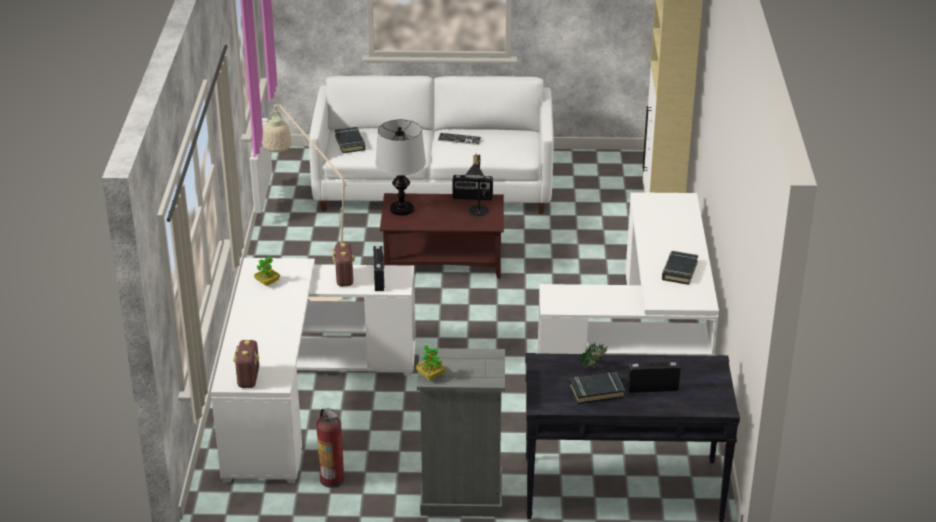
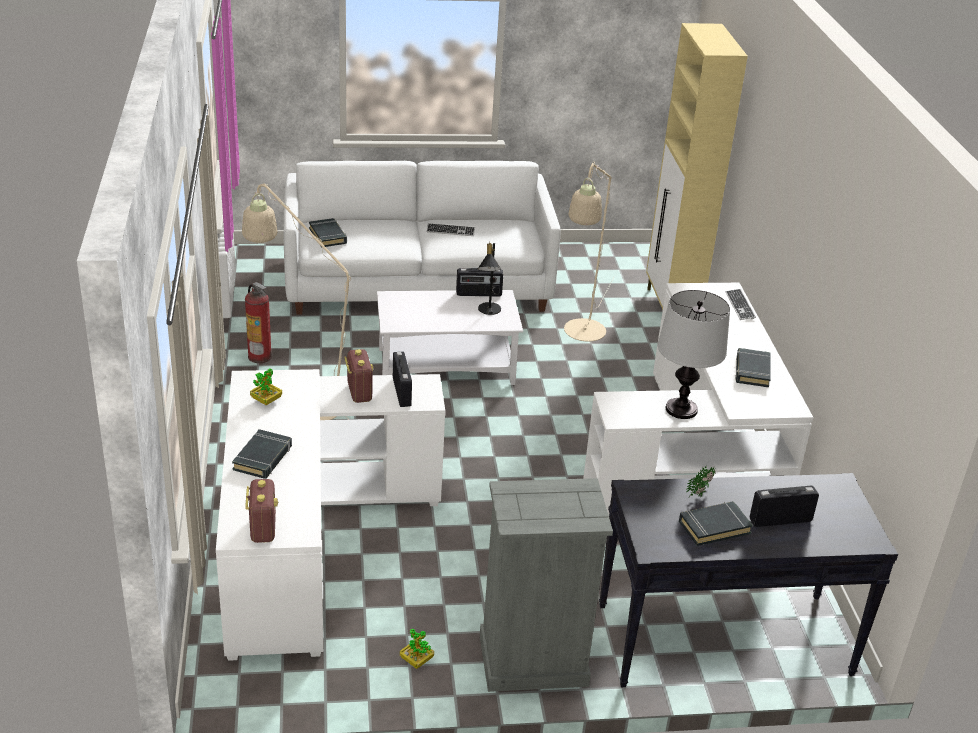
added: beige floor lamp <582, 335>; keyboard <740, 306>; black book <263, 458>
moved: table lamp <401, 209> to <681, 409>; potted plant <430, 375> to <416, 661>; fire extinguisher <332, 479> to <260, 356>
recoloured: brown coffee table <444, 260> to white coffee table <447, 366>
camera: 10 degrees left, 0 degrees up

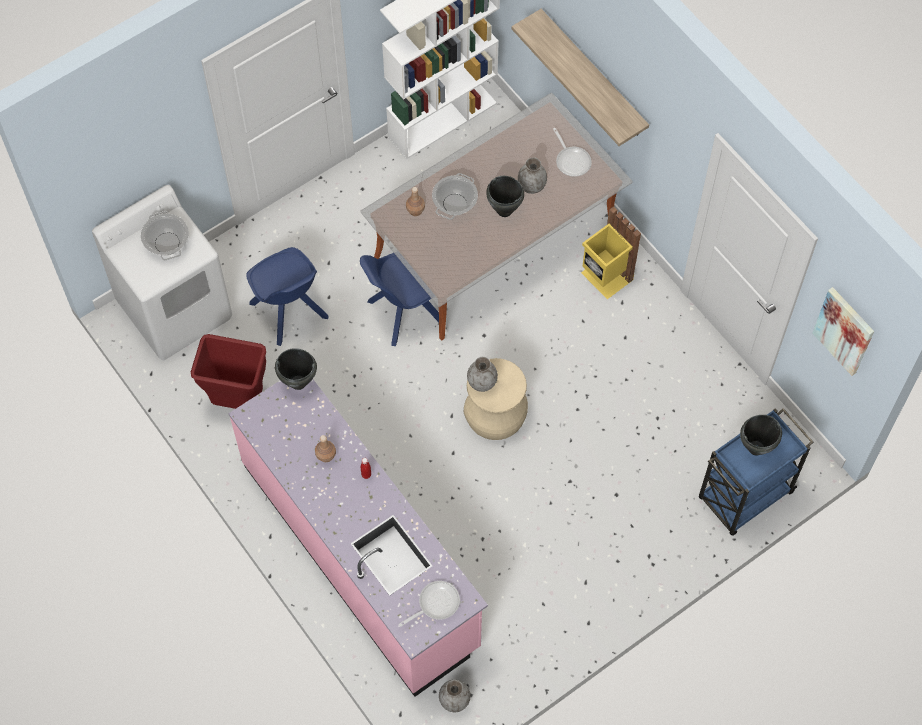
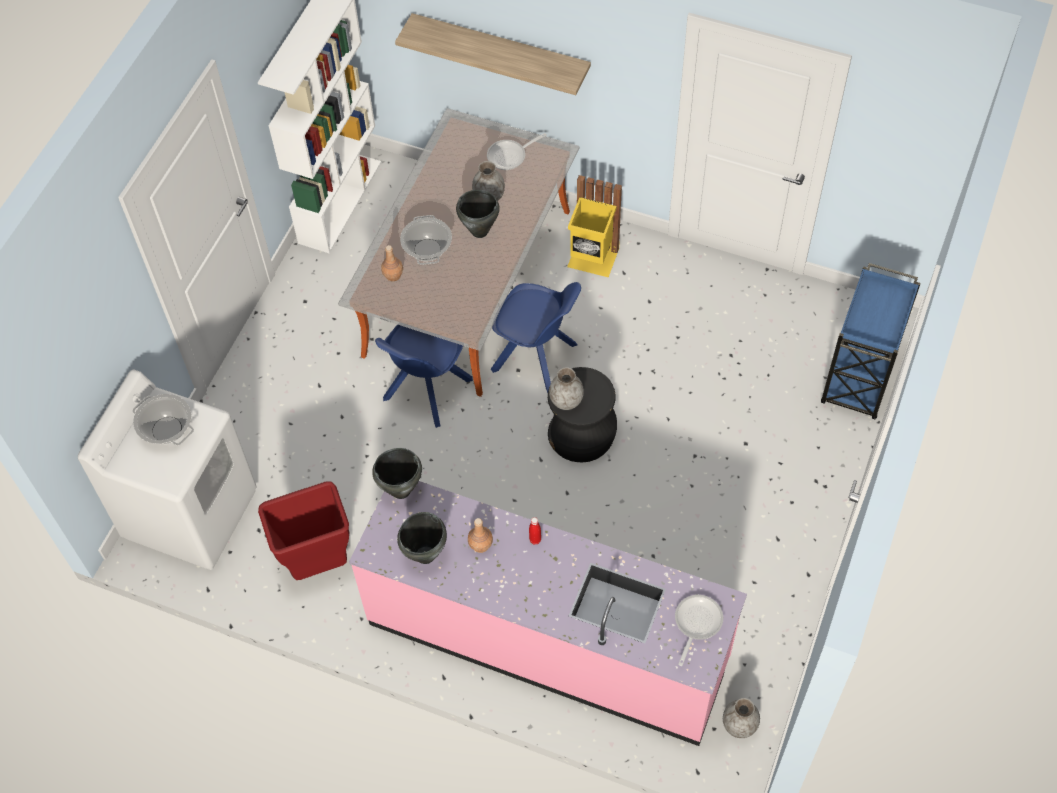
removed: picture <844, 330>
moved: blue chair <290, 312> to <536, 358>; black cooking pot <756, 448> to <426, 555>
recoloured: beige stool <495, 415> to black stool <582, 435>
turned: frying pan <572, 160> = <510, 156> 120 degrees clockwise
camera: 30 degrees left, 5 degrees down

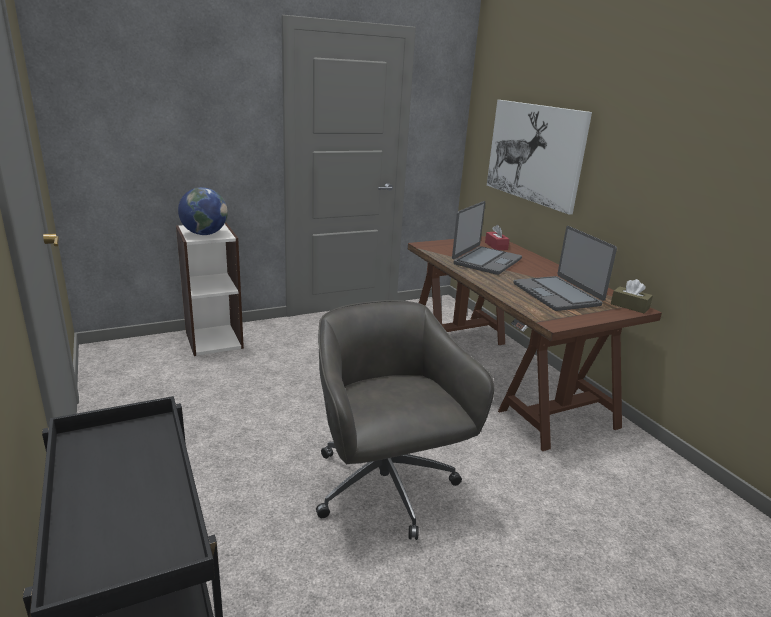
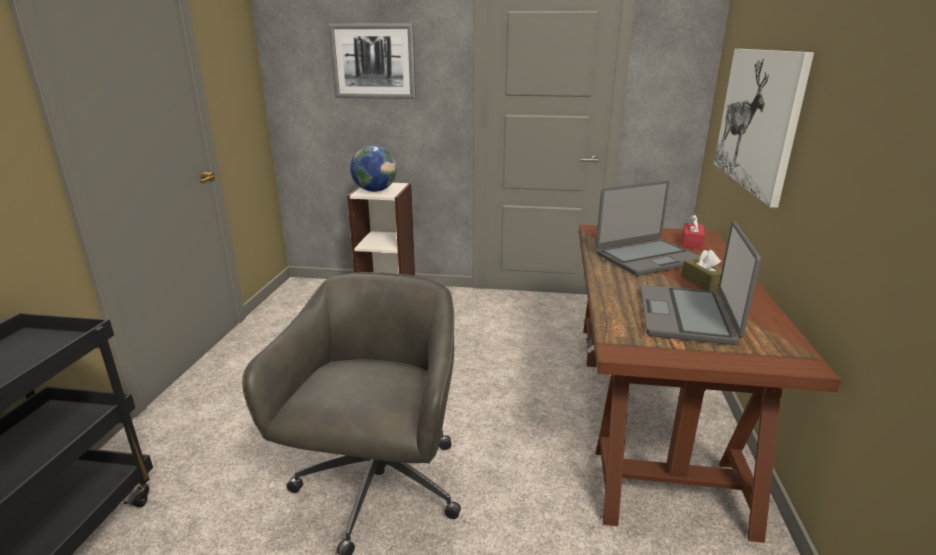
added: picture <373, 61>
moved: brown tissue box <629, 306> to <703, 282>
camera: 35 degrees right, 0 degrees up

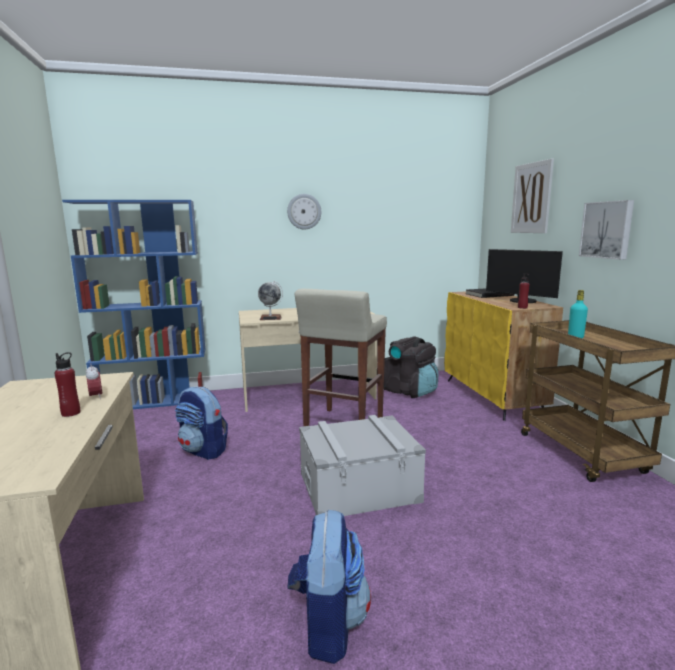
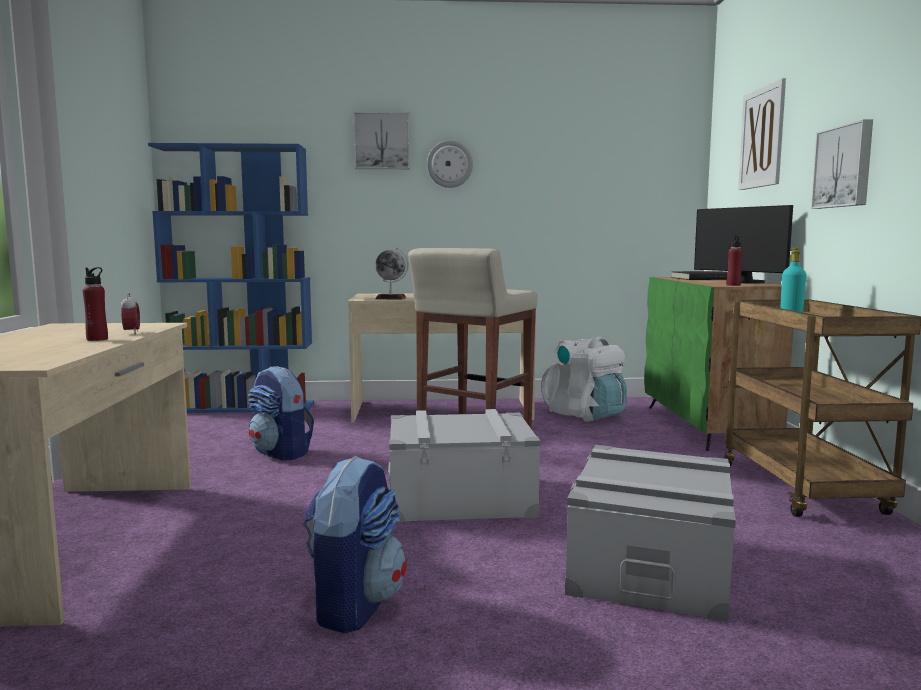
added: picture <382, 141>; grey storage box <651, 565>
recoloured: yellow cabinet <493, 396> to green cabinet <707, 426>; black backpack <409, 391> to white backpack <586, 415>
camera: 10 degrees right, 5 degrees down

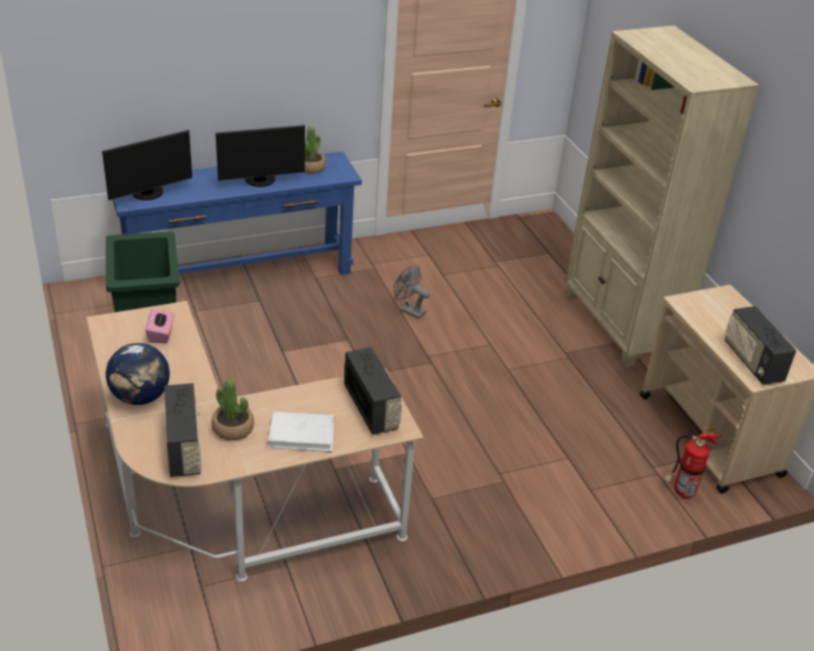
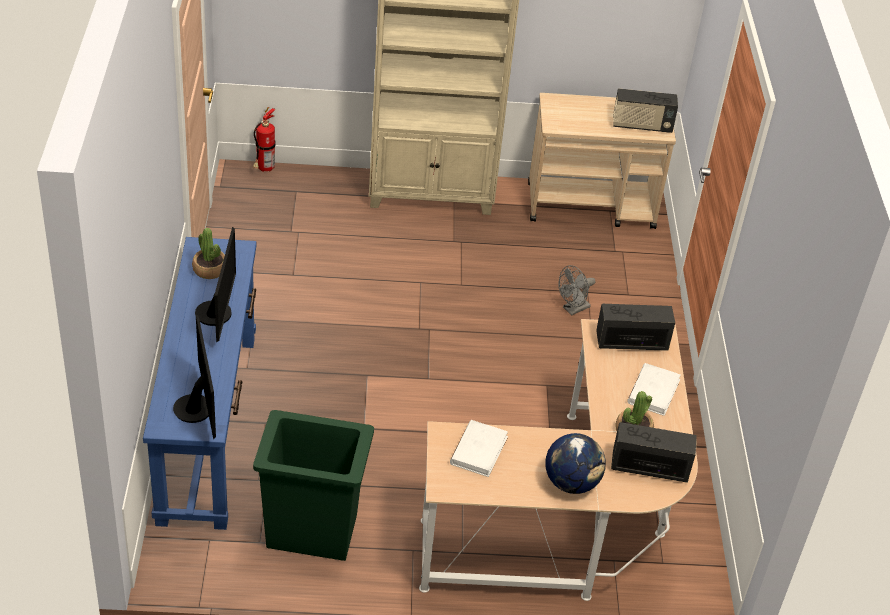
moved: grey fan <409, 310> to <573, 309>; fire extinguisher <681, 492> to <264, 169>
replaced: pink tissue box <161, 334> to white book <479, 450>
camera: 70 degrees left, 5 degrees up

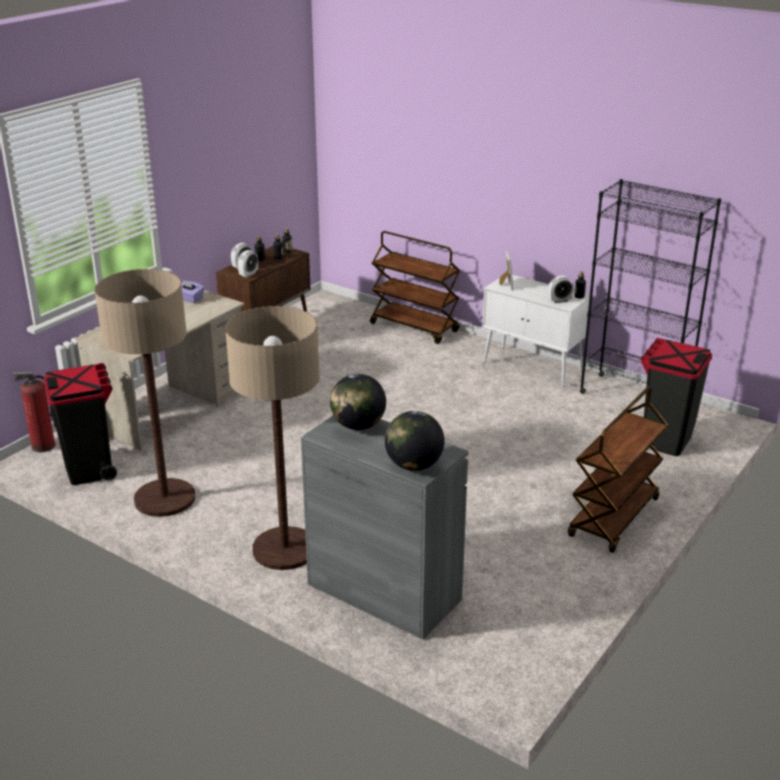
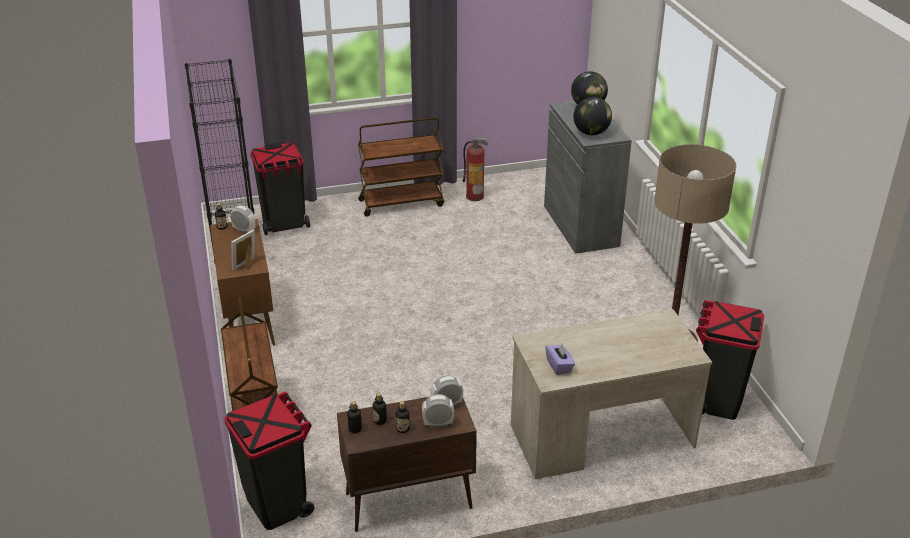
removed: floor lamp <284, 549>
added: black trash can <277, 503>
moved: fire extinguisher <43, 446> to <475, 196>
recoloured: white cabinet <533, 367> to brown cabinet <248, 319>
camera: 140 degrees left, 5 degrees up

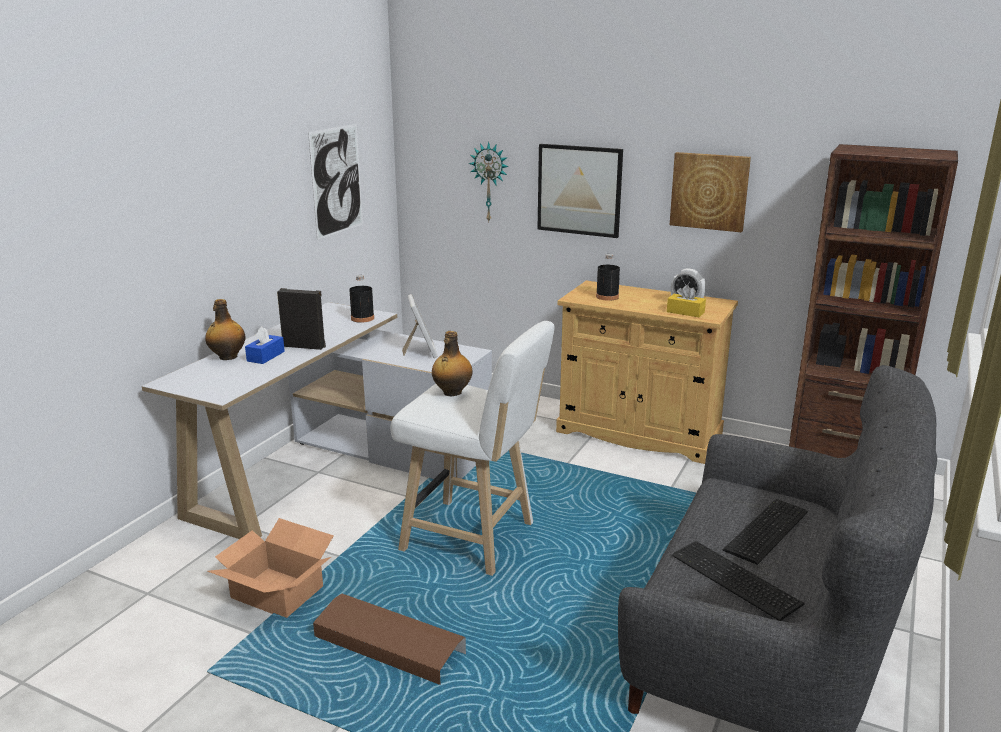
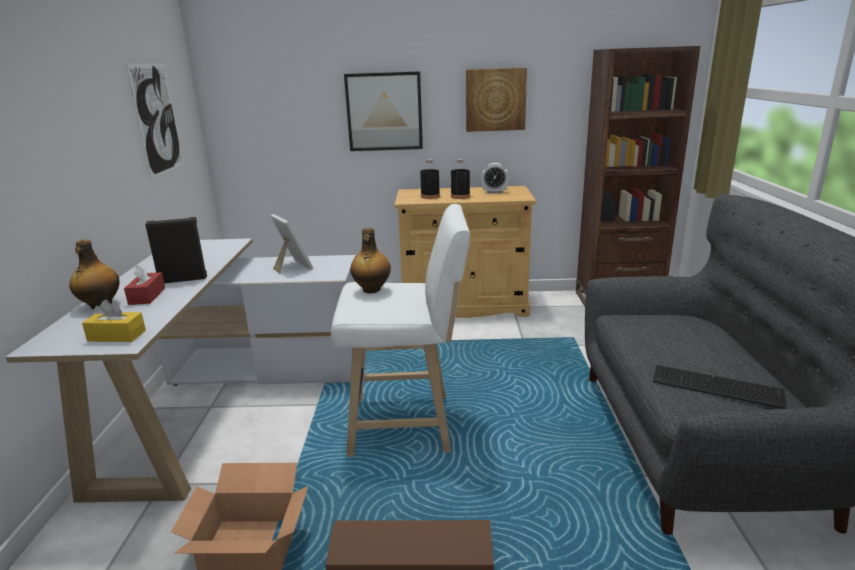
removed: wall clock <490, 182>; keyboard <763, 530>
moved: black bottle <362, 318> to <460, 196>; yellow tissue box <685, 312> to <117, 336>
recoloured: blue tissue box <266, 356> to red tissue box <147, 296>
camera: 25 degrees left, 0 degrees up

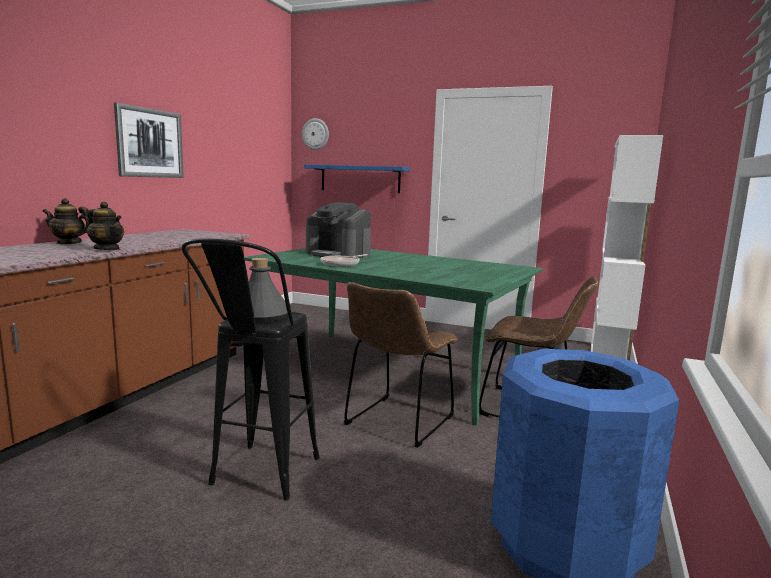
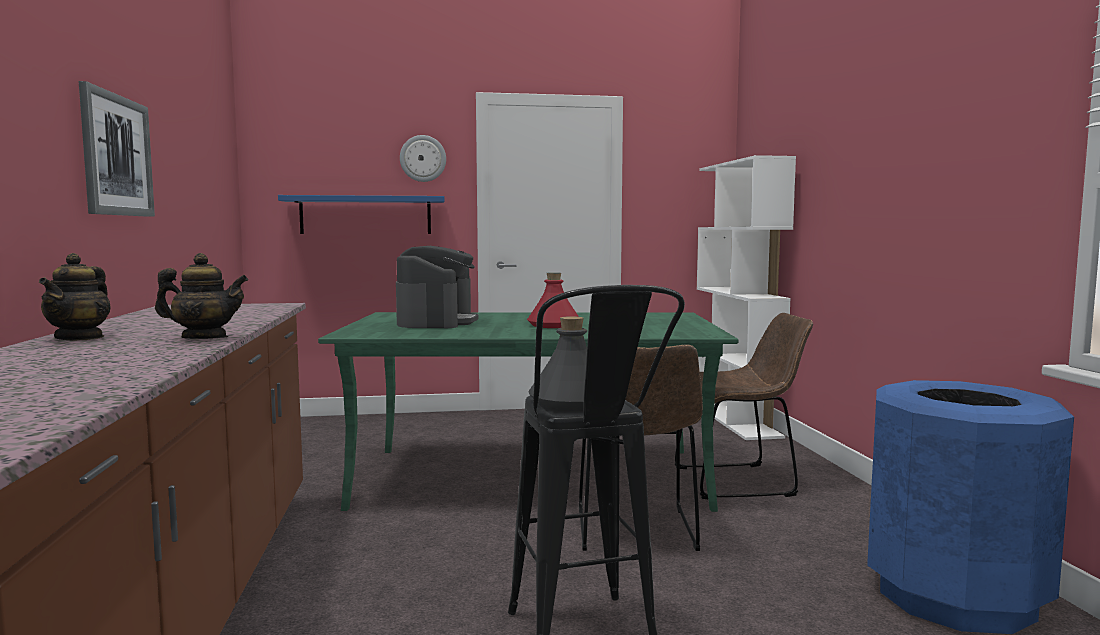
removed: frying pan <342, 264>
added: red bottle <554, 325>
moved: wall clock <315, 134> to <423, 158>
turned: teapot <69, 243> = <80, 338> 60 degrees counterclockwise; coffee machine <338, 254> = <436, 322> 90 degrees counterclockwise
camera: 30 degrees left, 5 degrees down

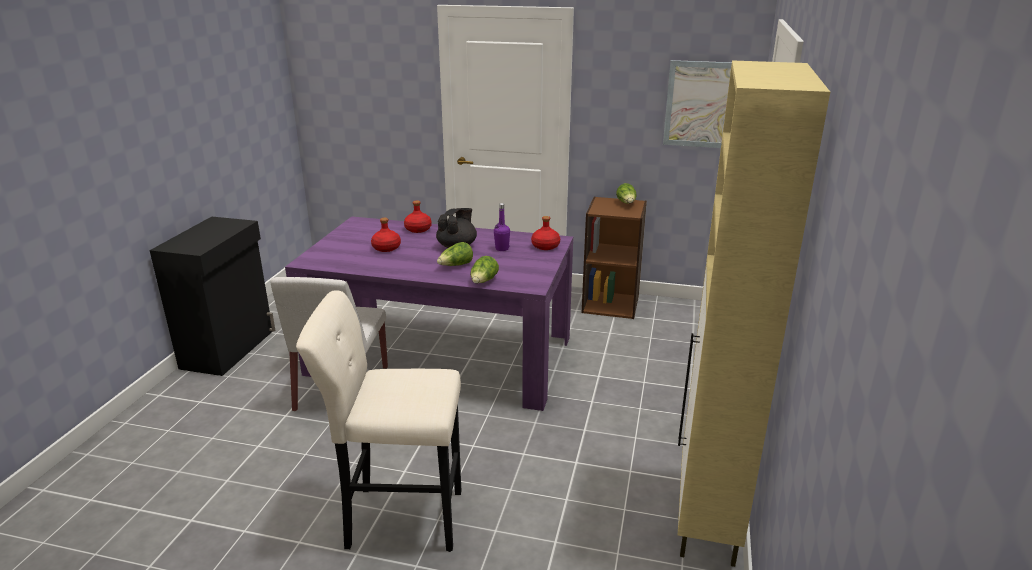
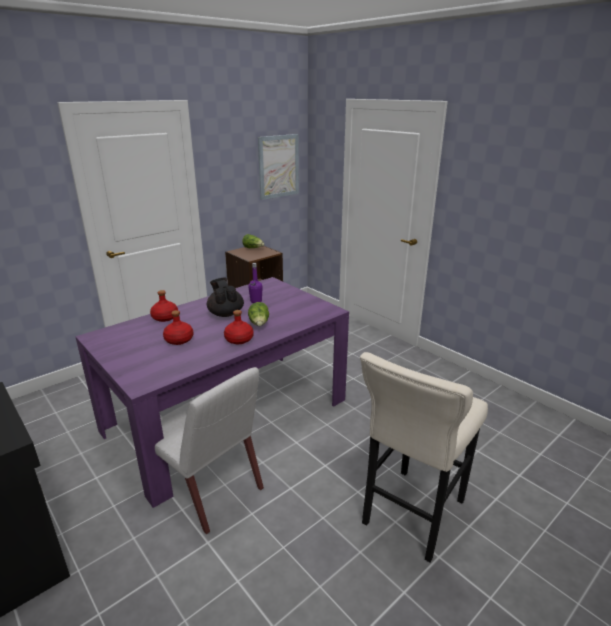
removed: beige cabinet <707, 517>; lettuce <483, 281>
moved: red bottle <545, 246> to <238, 339>
camera: 55 degrees left, 0 degrees up

